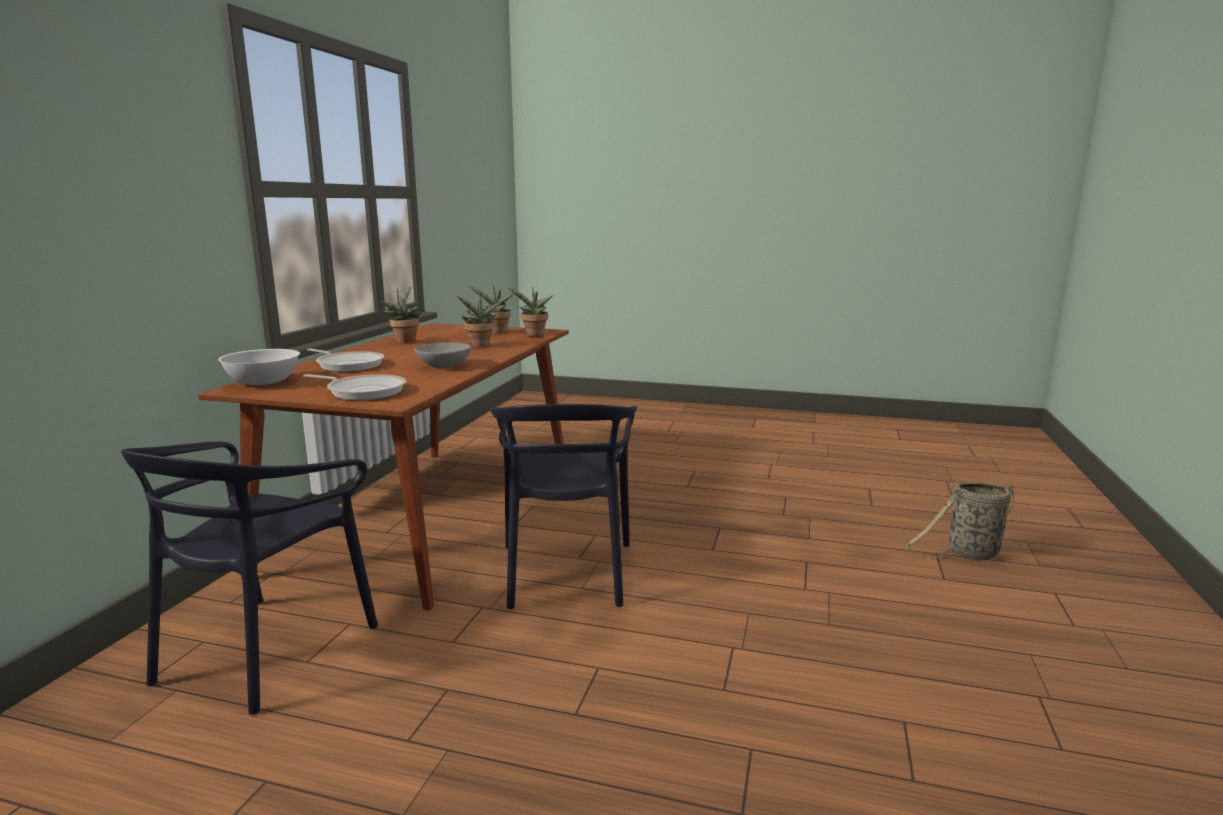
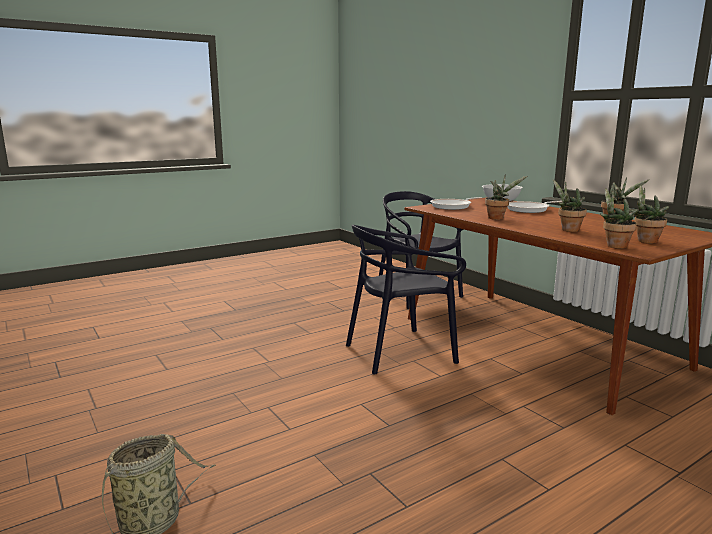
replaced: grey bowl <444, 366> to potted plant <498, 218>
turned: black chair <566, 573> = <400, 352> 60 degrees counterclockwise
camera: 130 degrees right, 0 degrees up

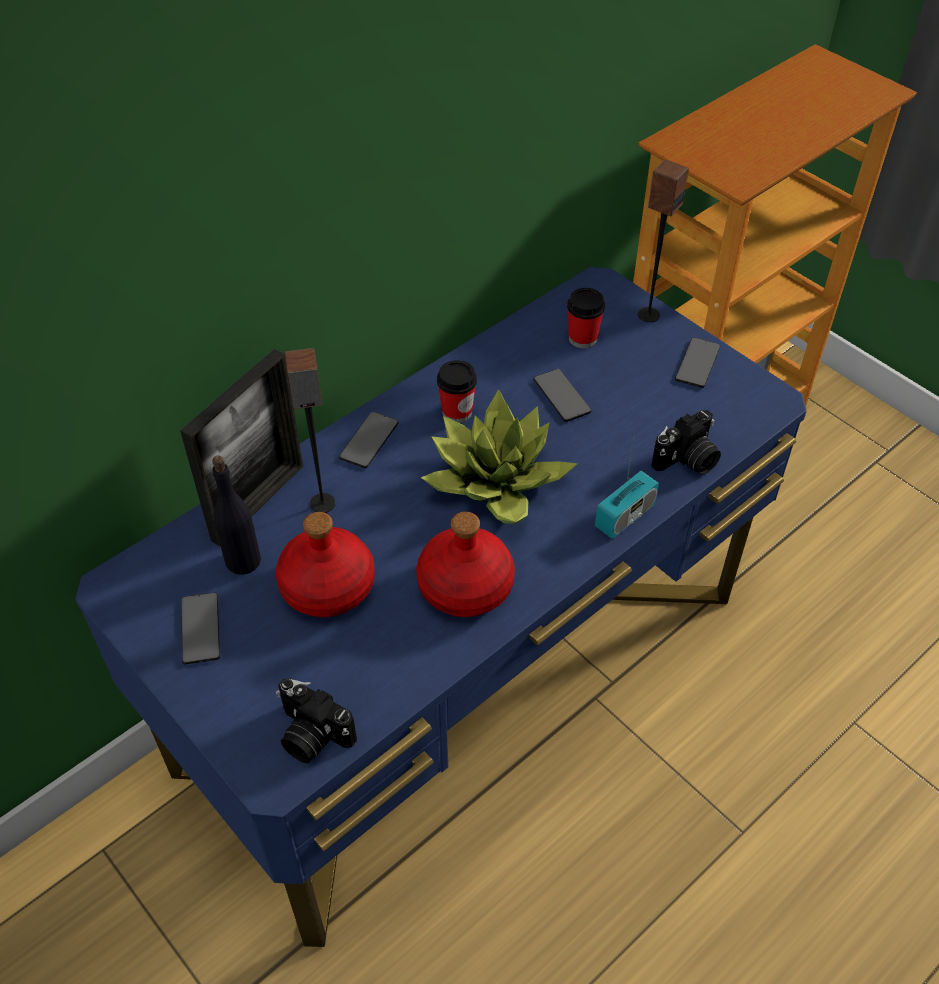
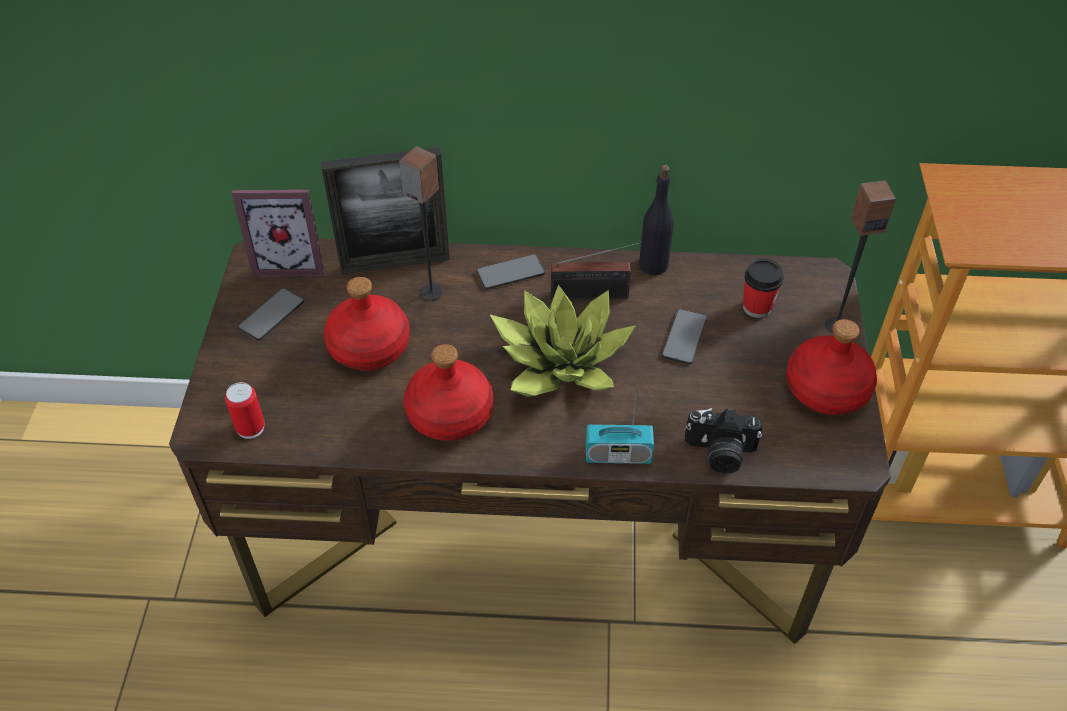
added: picture frame <291, 261>
moved: black bottle <243, 560> to <653, 264>
replaced: phone <697, 363> to red bottle <827, 389>; cup <457, 412> to radio <594, 295>; photo camera <311, 735> to can <250, 427>
recoloured: blue desk <466, 679> to brown desk <533, 531>
camera: 45 degrees right, 0 degrees up

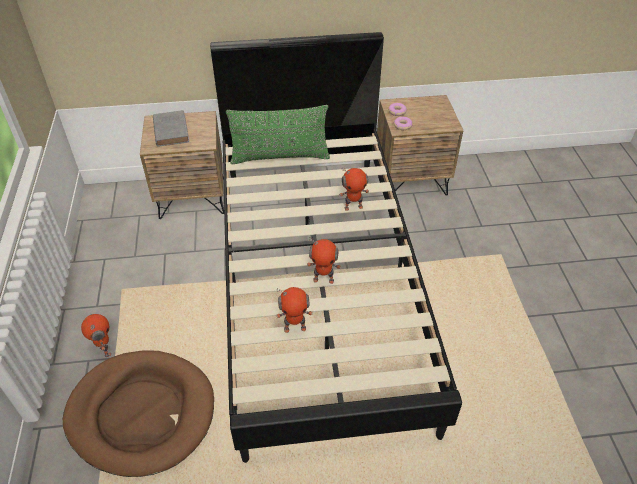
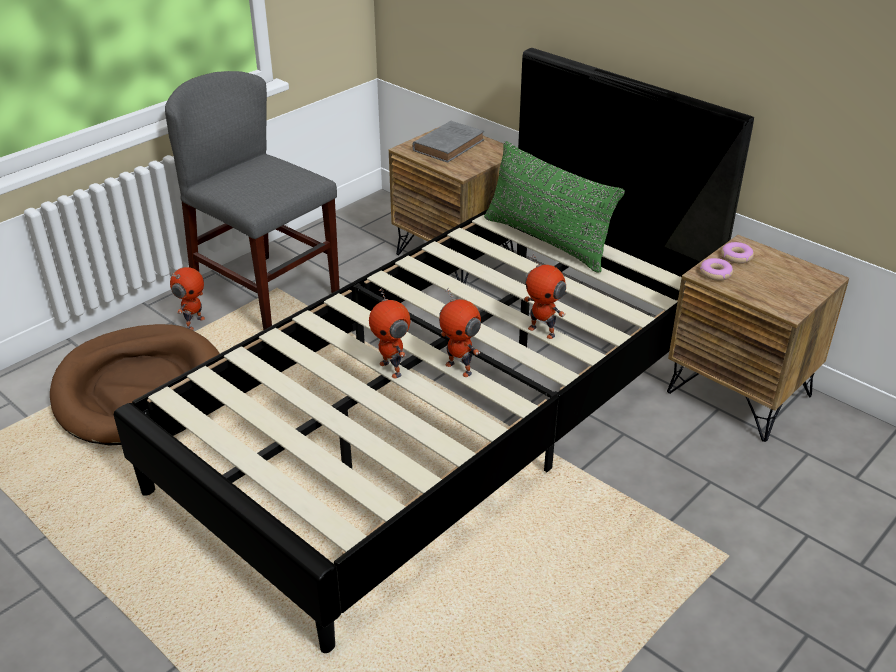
added: grey chair <266, 295>
moved: toy robot <295, 327> to <460, 368>
camera: 50 degrees right, 10 degrees down

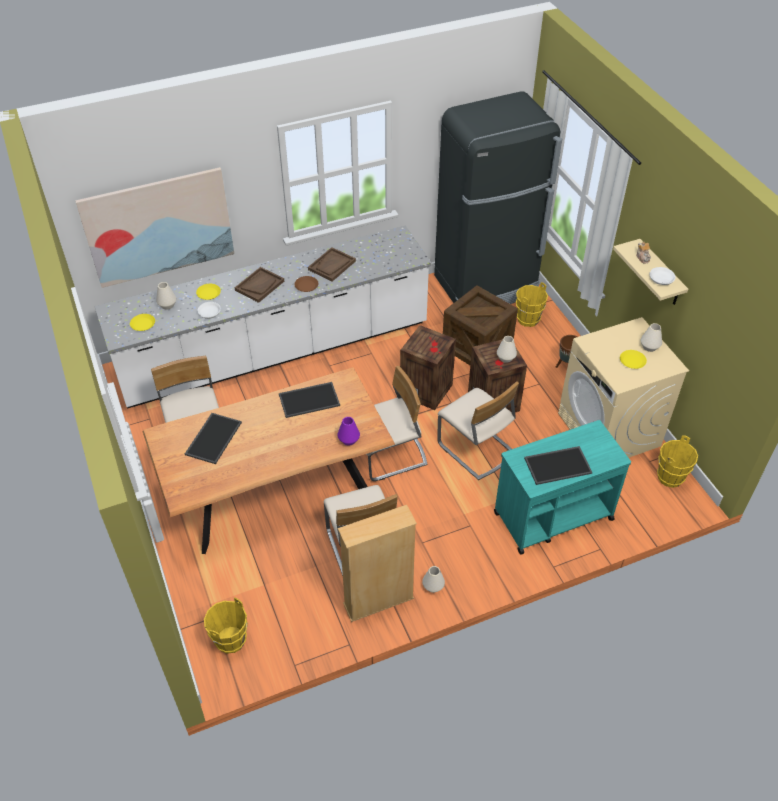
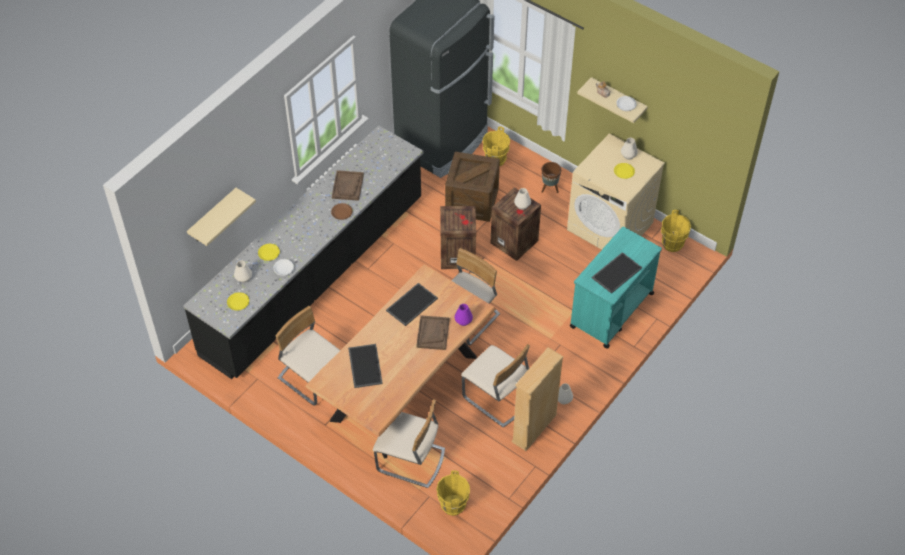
moved: brown tray <259, 285> to <433, 333>; beige chair <476, 449> to <410, 461>
replaced: picture <158, 227> to beige shelf <213, 216>
recoloured: white counter <275, 352> to black counter <315, 276>
camera: 30 degrees left, 5 degrees up

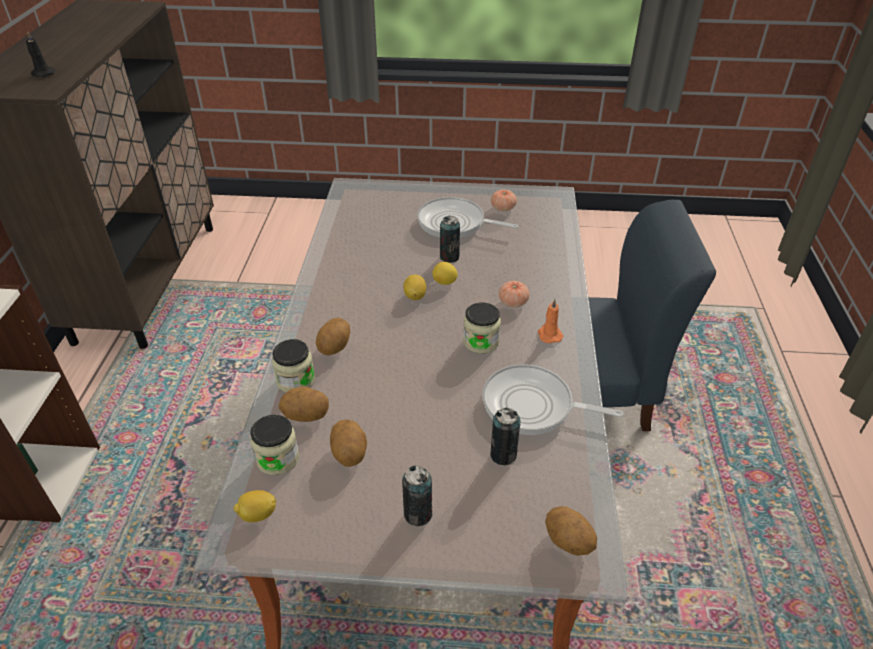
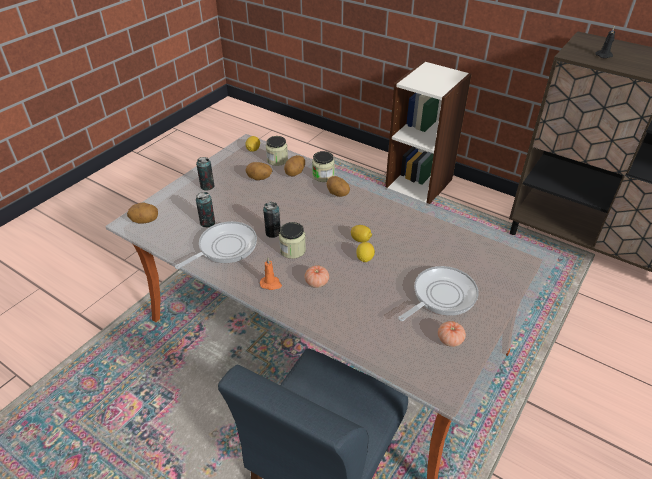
moved: can <449, 257> to <273, 233>
camera: 120 degrees right, 0 degrees up

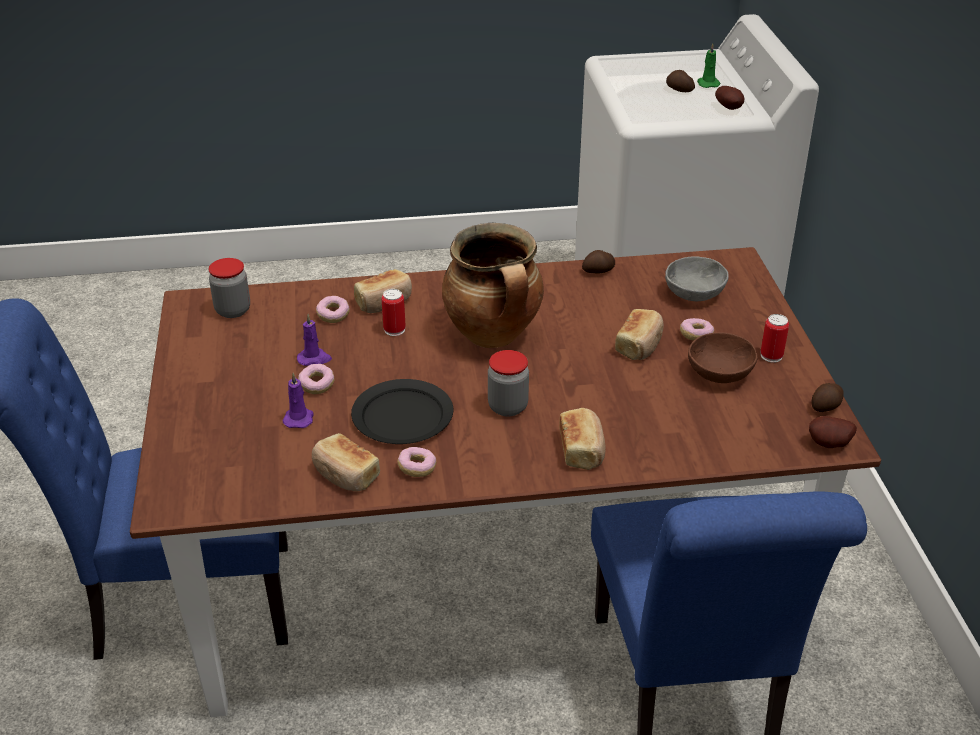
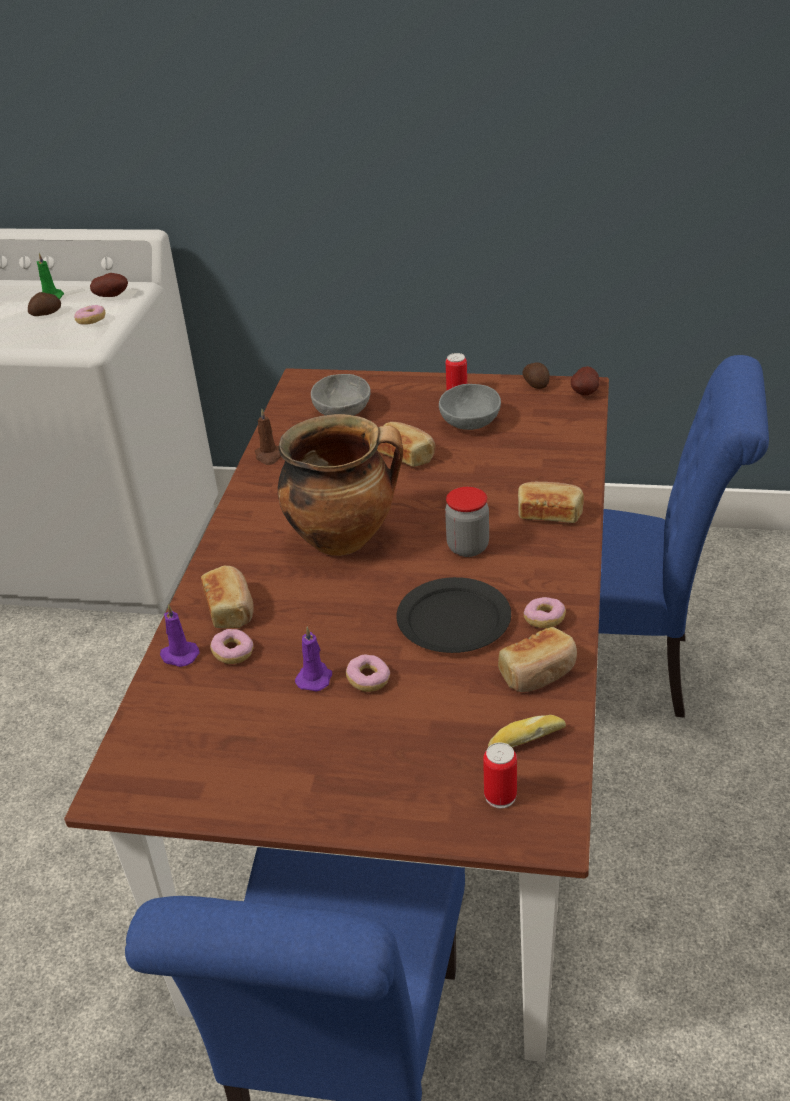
removed: jar <233, 310>
added: bread <526, 738>
moved: can <394, 330> to <500, 796>; donut <696, 336> to <91, 321>; purple candle <299, 418> to <178, 655>
replaced: potato <599, 271> to brown candle <269, 456>
recoloured: brown bowl <719, 374> to grey bowl <471, 423>
camera: 70 degrees left, 0 degrees up

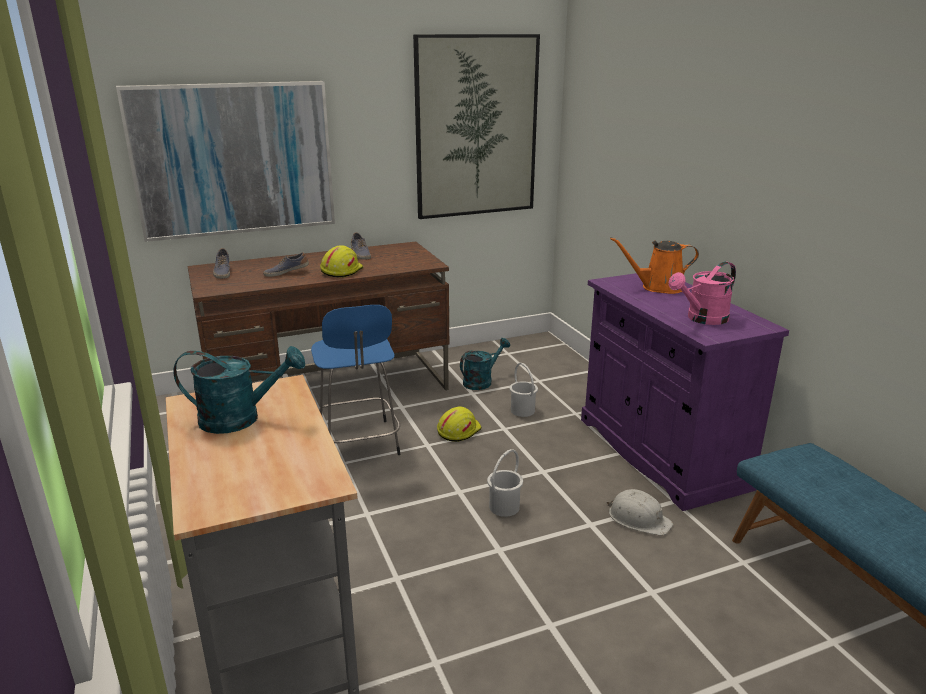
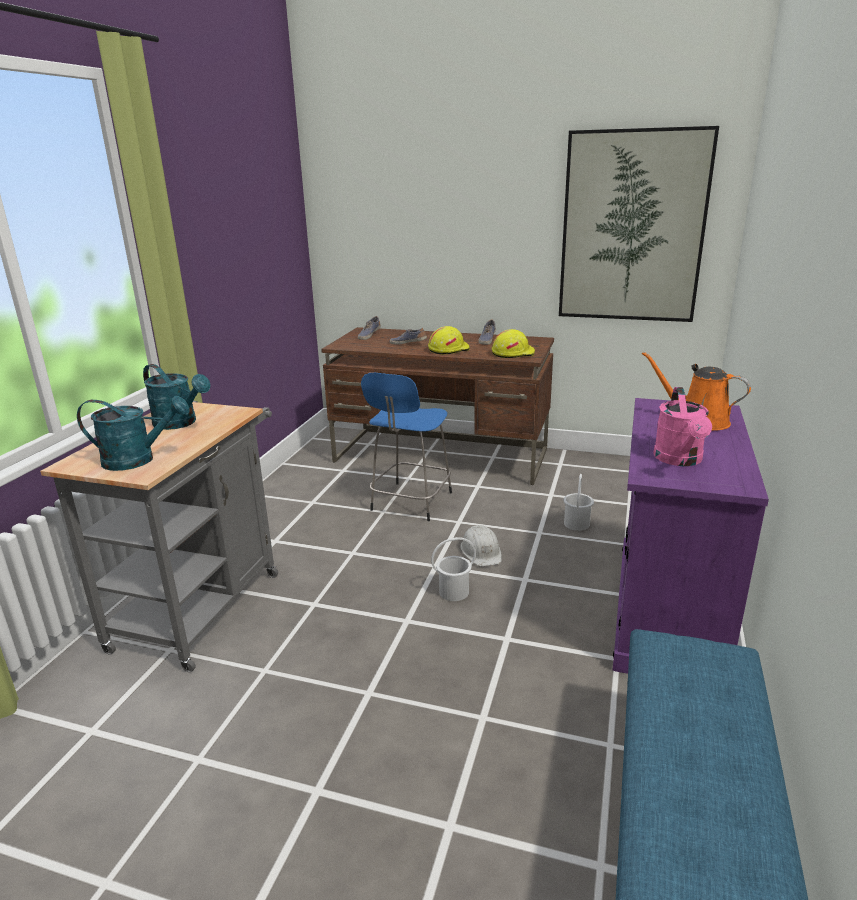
removed: picture <233, 159>
moved: turquoise watering can <481, 381> to <138, 460>; yellow hard hat <458, 430> to <513, 353>; white hard hat <638, 518> to <481, 551>
turned: pink watering can <702, 319> = <680, 460> 90 degrees counterclockwise
camera: 40 degrees right, 0 degrees up

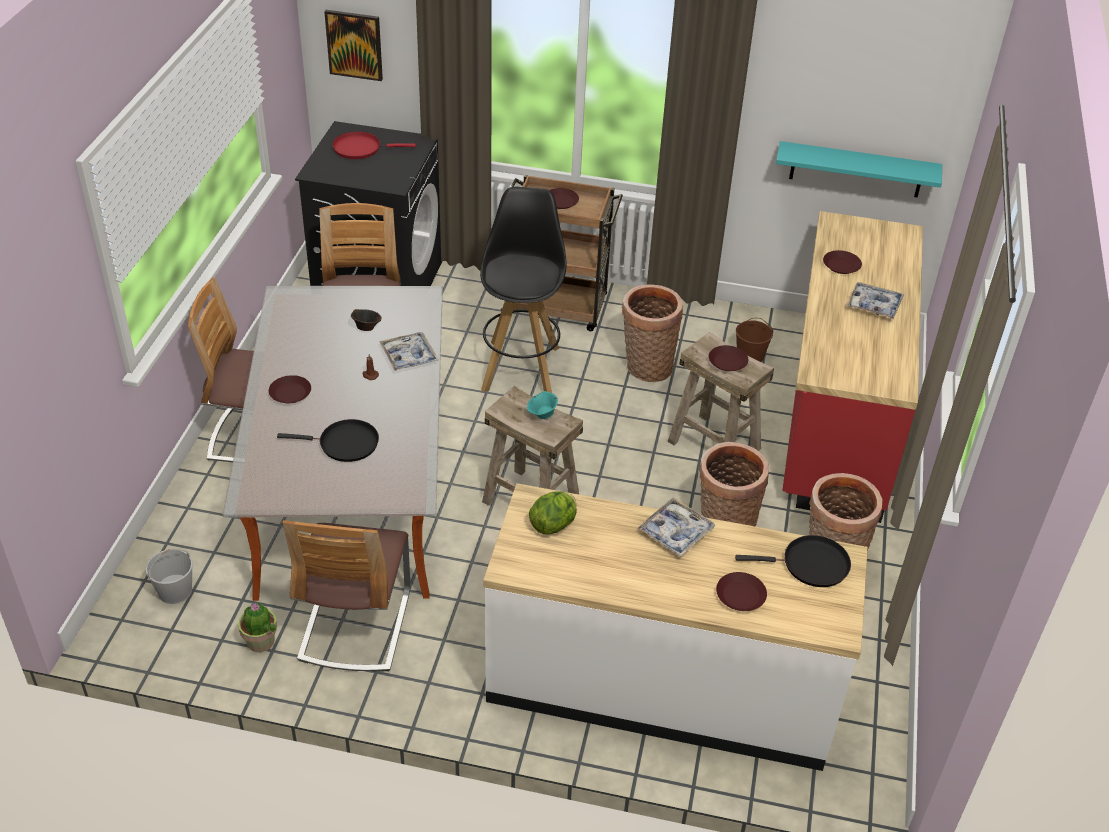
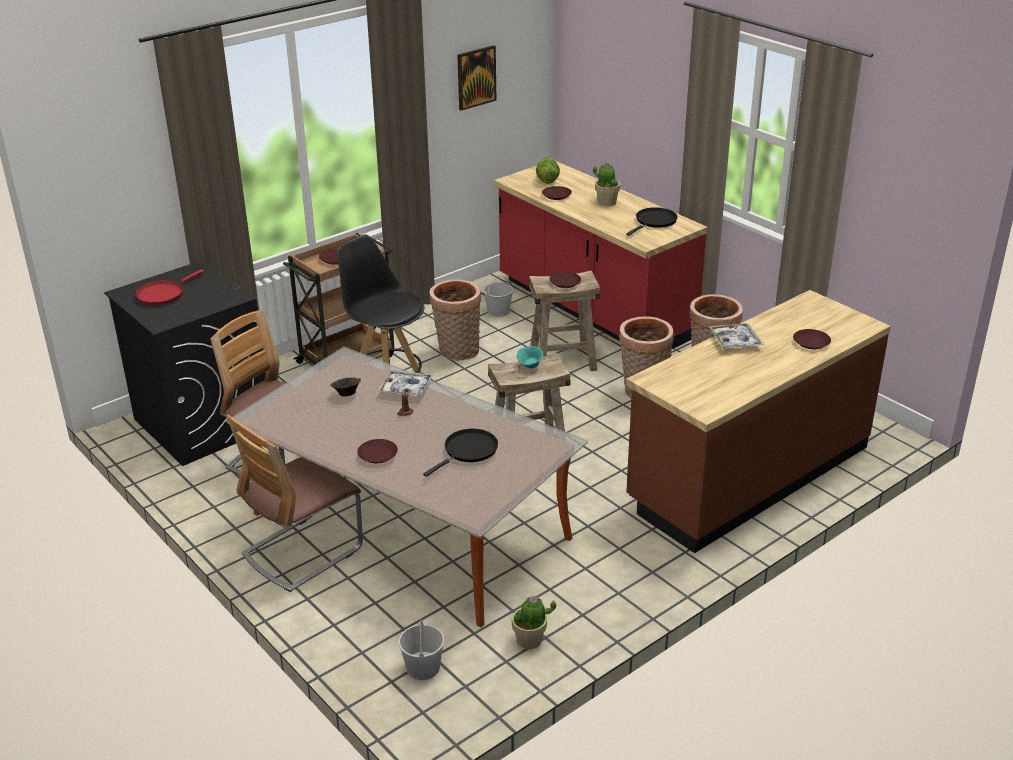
removed: turquoise shelf <856, 170>; chair <355, 624>
moved: picture <354, 44> to <476, 77>; lettuce <554, 524> to <547, 181>; black frying pan <810, 565> to <654, 221>
replaced: tray <874, 305> to potted plant <606, 202>
recoloured: brown bucket <750, 355> to white bucket <498, 311>; white counter <661, 685> to brown counter <748, 475>
camera: 50 degrees left, 10 degrees down

